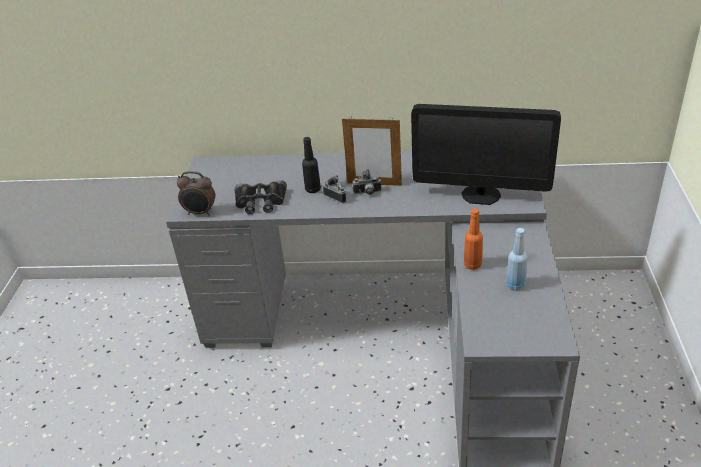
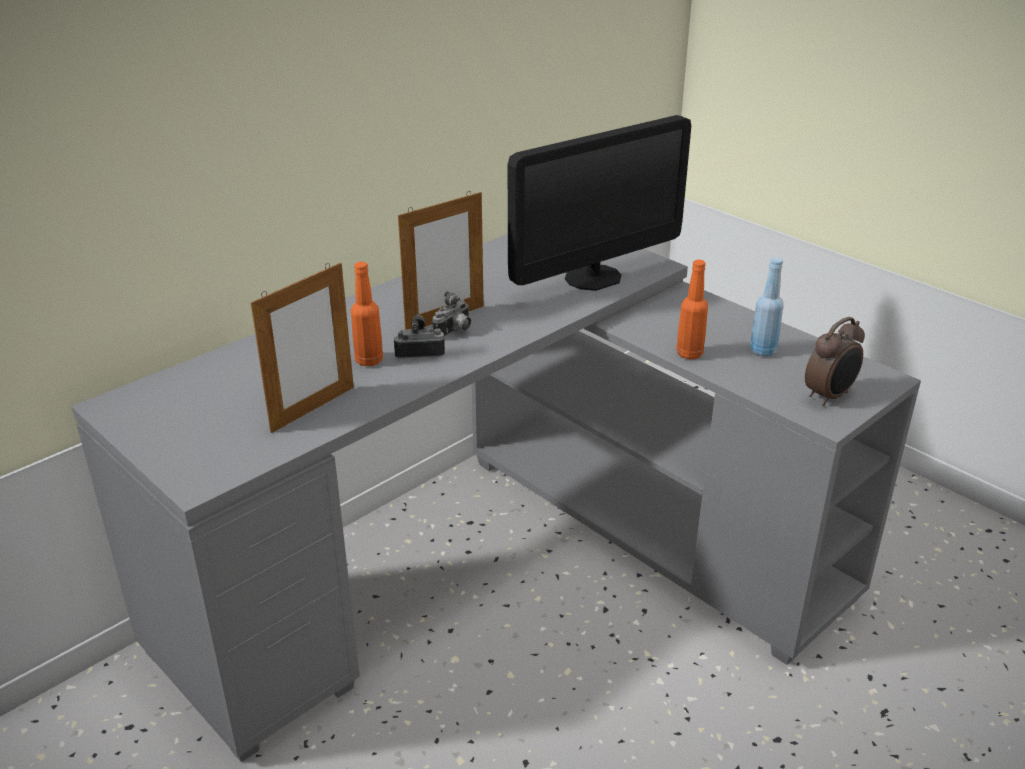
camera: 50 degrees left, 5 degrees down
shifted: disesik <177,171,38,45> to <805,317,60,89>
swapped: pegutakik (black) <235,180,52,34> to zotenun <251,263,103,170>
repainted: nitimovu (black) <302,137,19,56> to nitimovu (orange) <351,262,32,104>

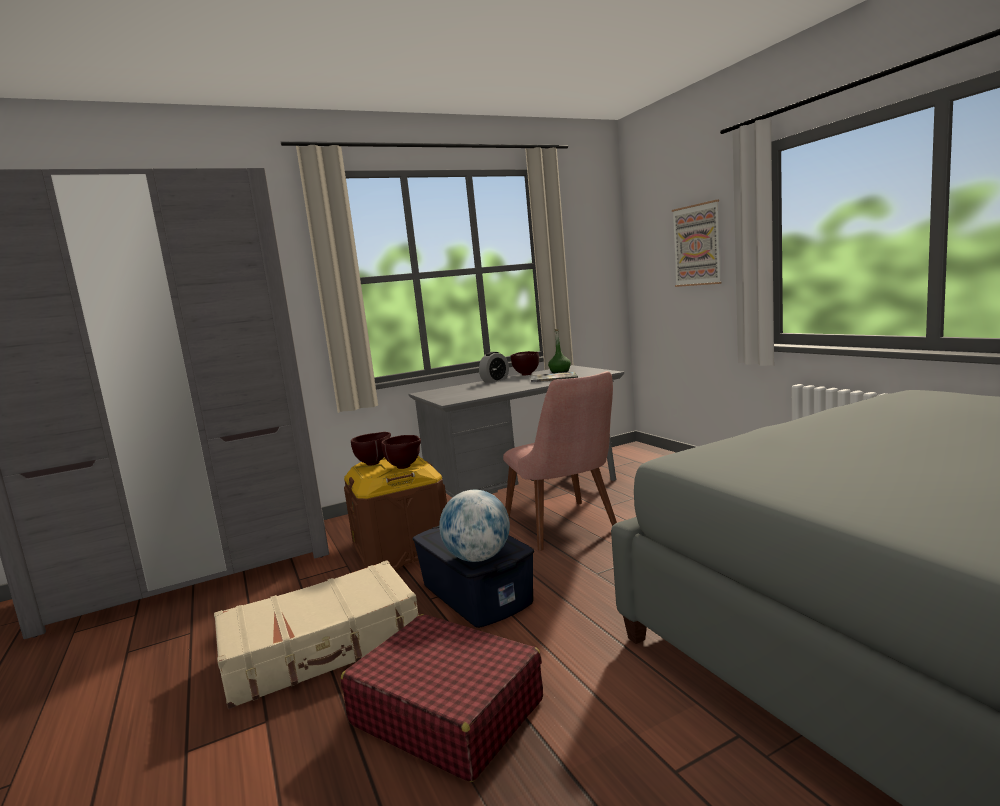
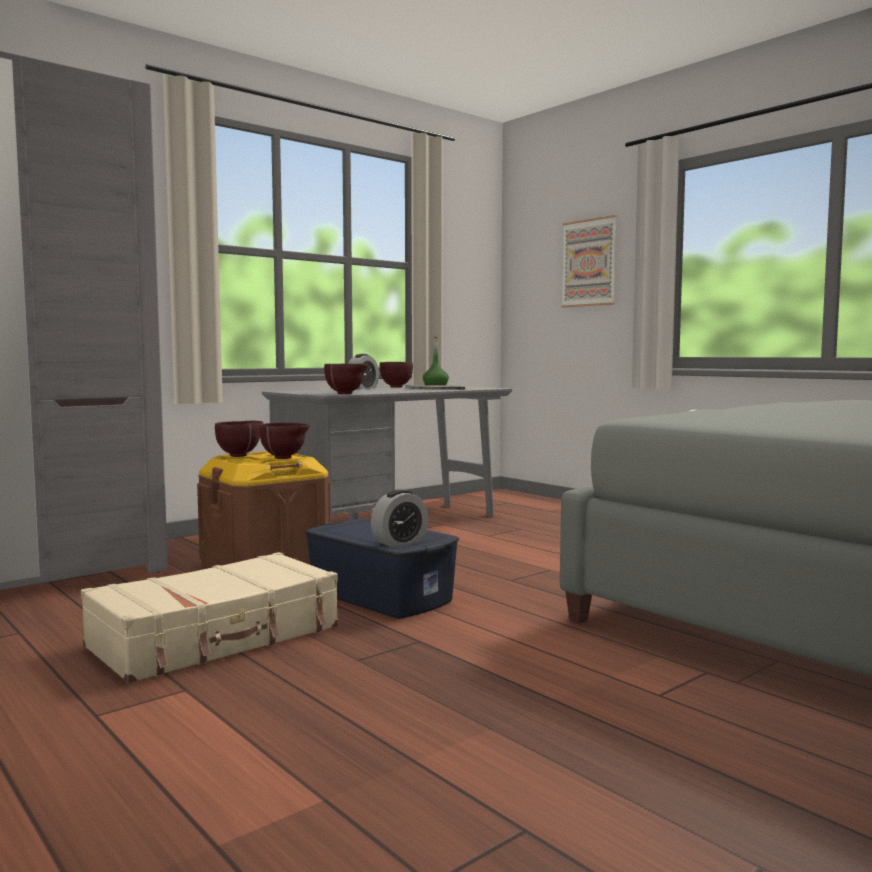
camera: 15 degrees left, 5 degrees down
gone: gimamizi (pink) <503,371,114,180>; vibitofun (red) <341,614,202,168>
new: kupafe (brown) <324,364,44,30>
swapped: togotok <439,490,71,72> to disesik <371,489,57,58>

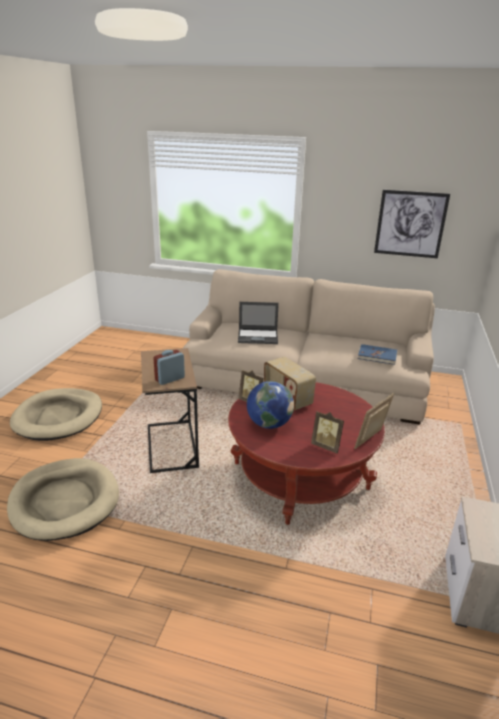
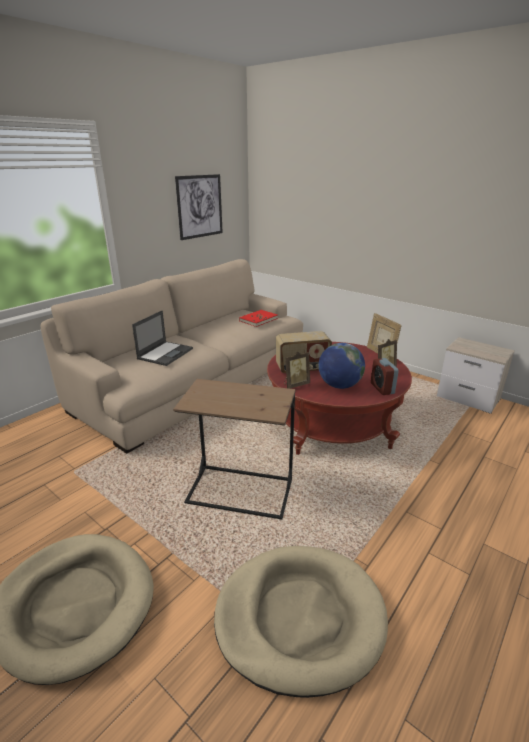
camera: 65 degrees left, 0 degrees up
shifted: disesik <153,350,32,35> to <371,358,28,37>
repainted: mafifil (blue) <358,344,39,21> to mafifil (red) <239,310,39,17>

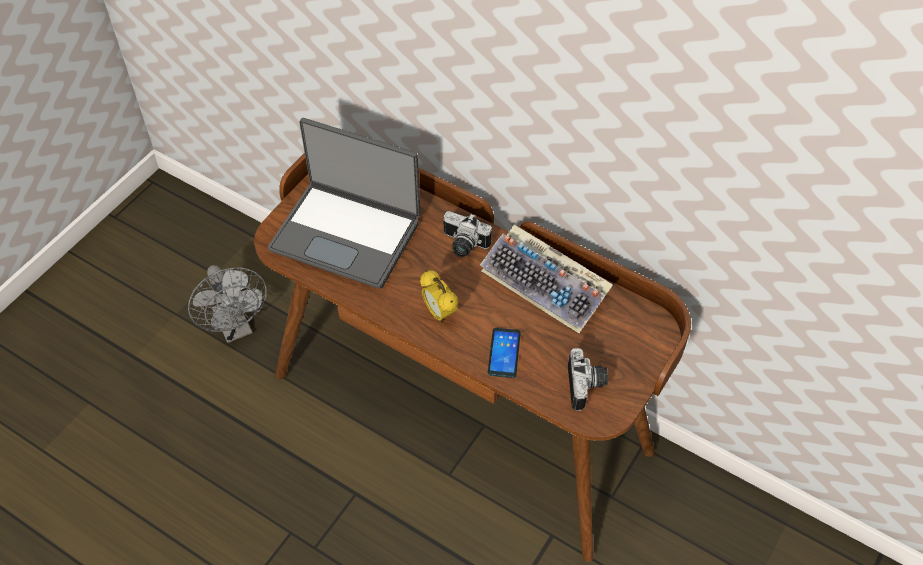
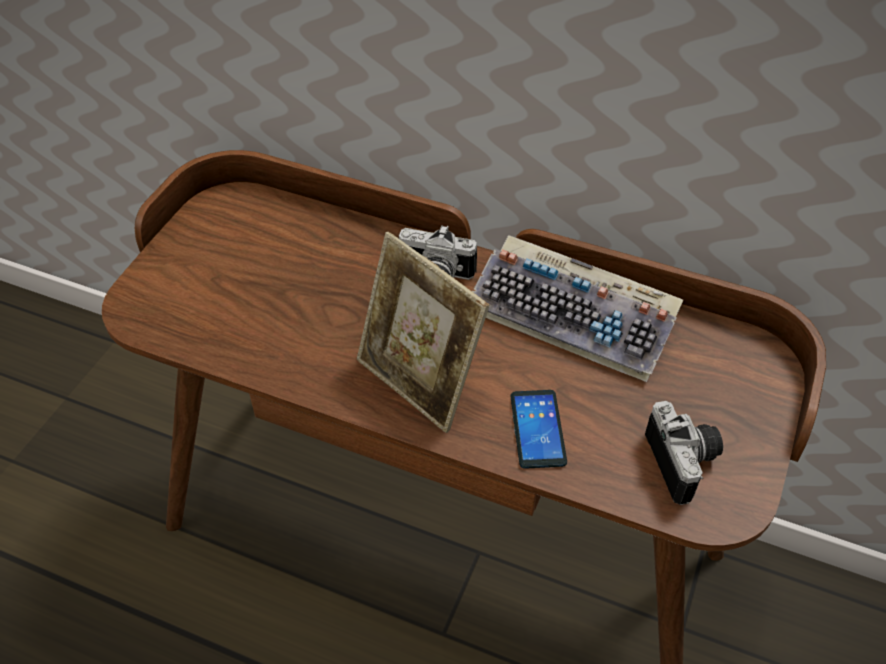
camera: 10 degrees left, 5 degrees down
gone: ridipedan <268,118,153,171>; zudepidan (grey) <188,265,79,78>
swapped: disesik <420,270,39,53> to zotenun <357,232,132,201>

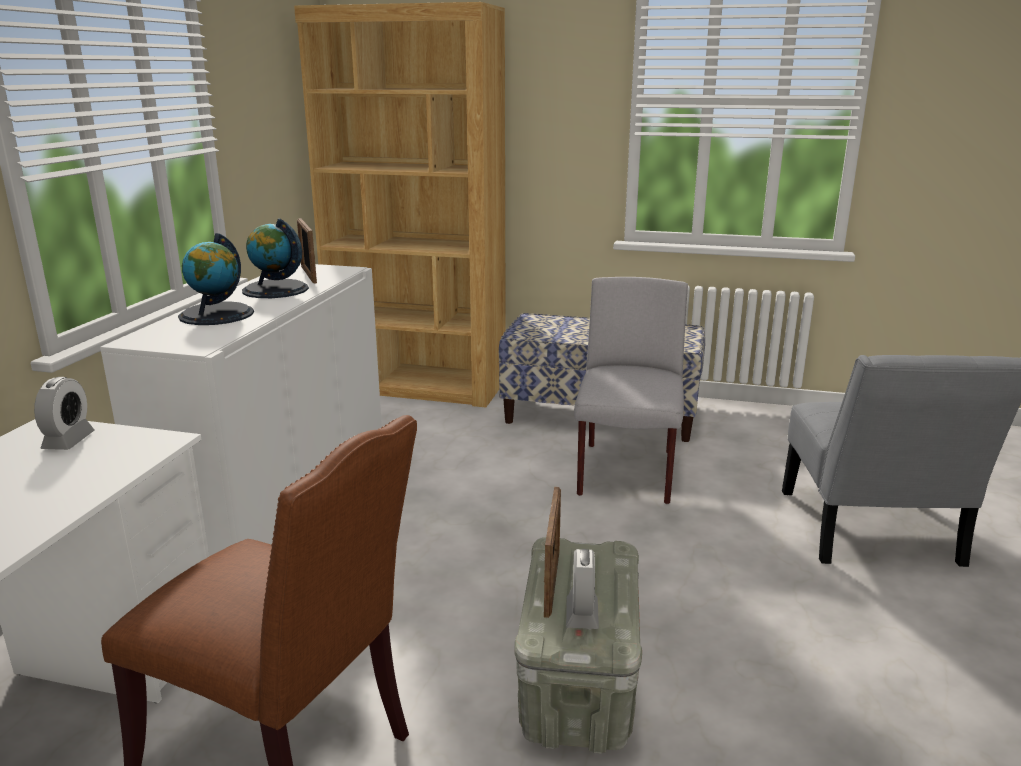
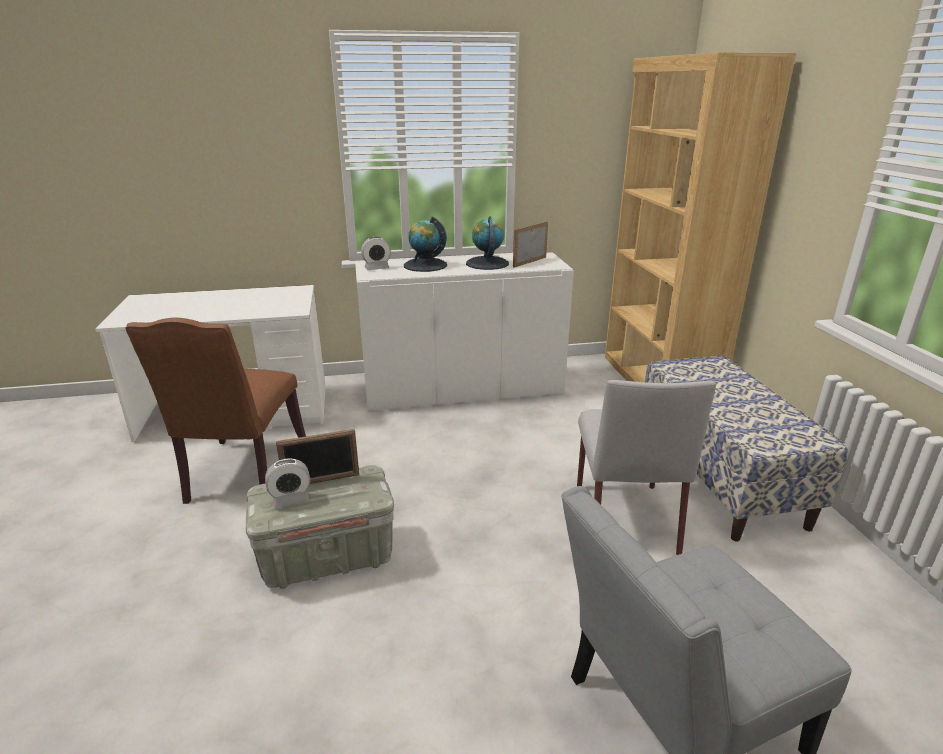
camera: 65 degrees right, 5 degrees up
shifted: disesik <34,377,60,73> to <361,237,30,33>
rotated: gimamizi (grey) <574,277,114,227> = <577,380,139,175> 105 degrees clockwise

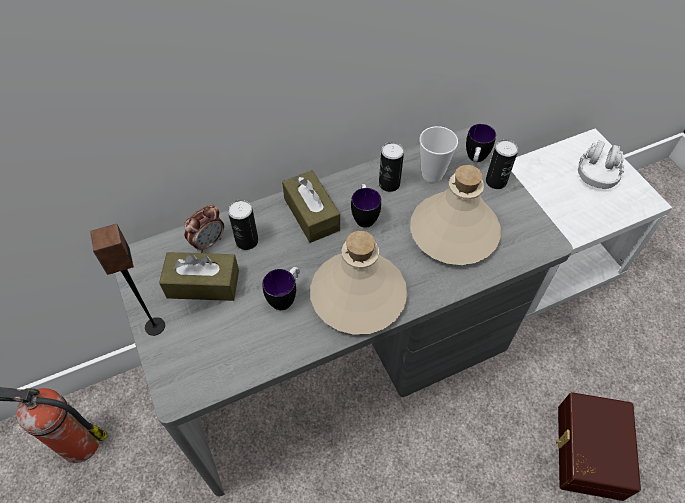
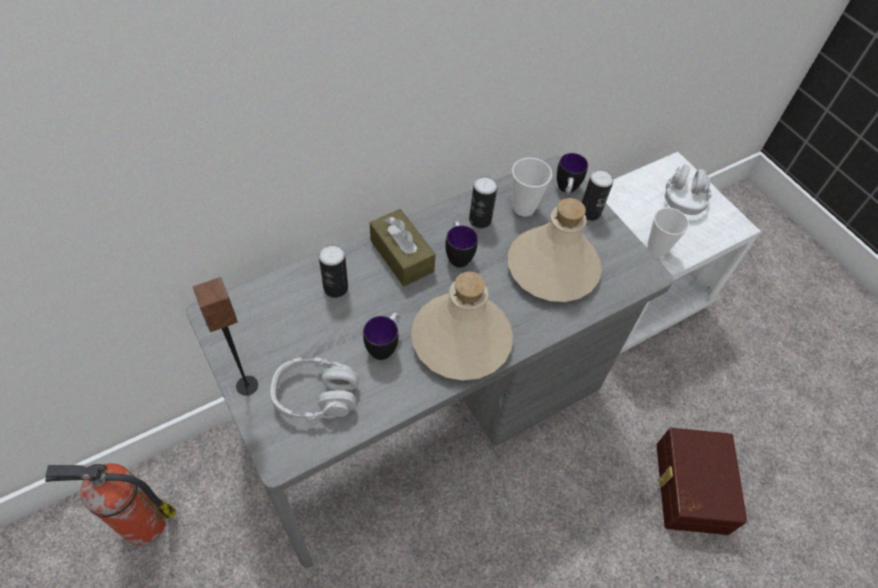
camera: 10 degrees left, 0 degrees up
gone: disesik <184,205,40,48>; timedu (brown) <159,252,80,49>
new: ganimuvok <647,208,42,50>; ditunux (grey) <270,357,89,64>

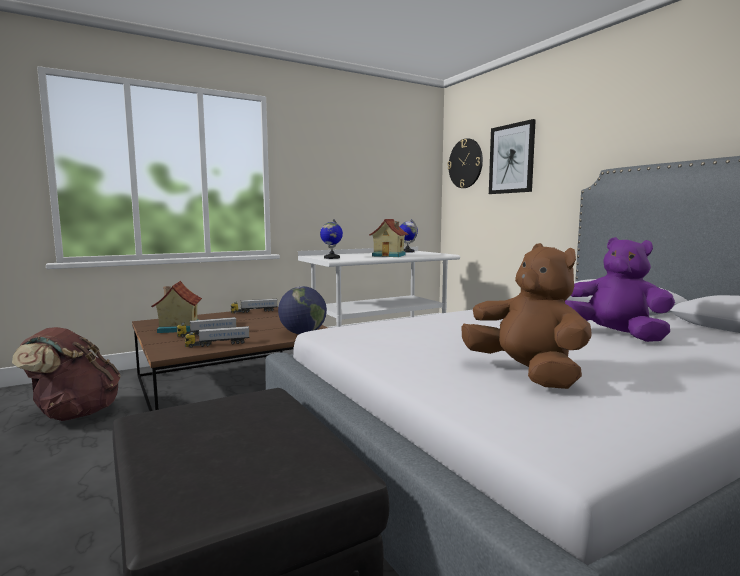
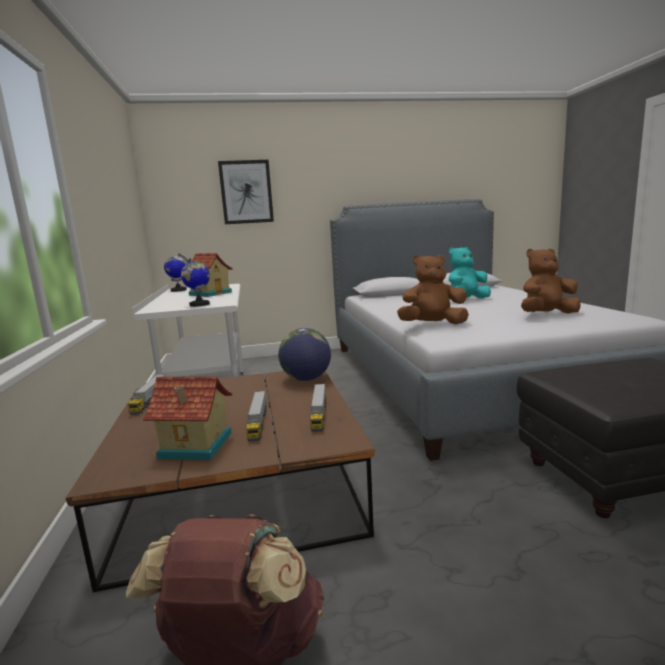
camera: 70 degrees left, 5 degrees up
gone: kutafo <447,138,36,50>
new: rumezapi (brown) <397,255,72,69>
repainted: rumezapi (purple) <565,237,110,105> to rumezapi (turquoise) <449,247,42,51>

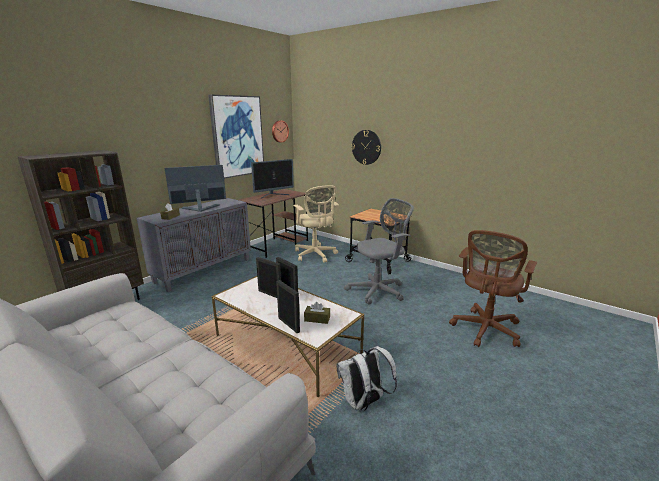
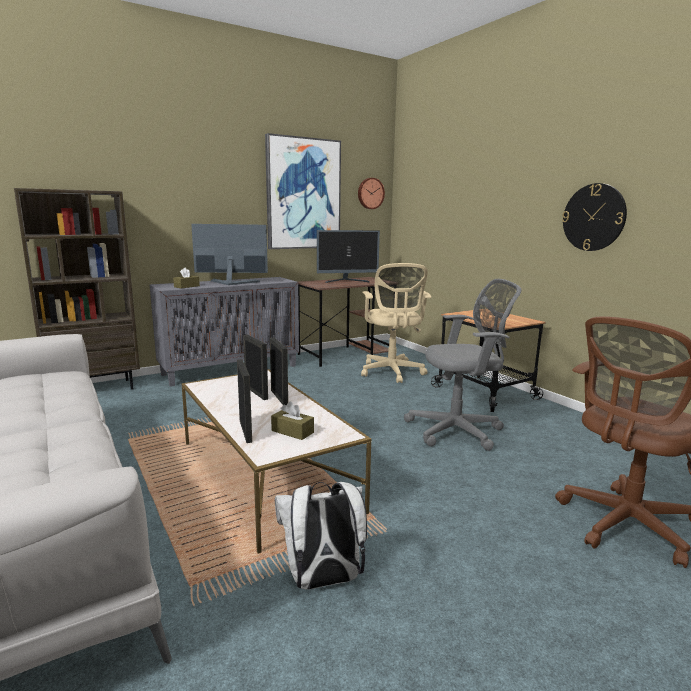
camera: 20 degrees right, 5 degrees down
shifted: kutafo <351,130,30,35> to <562,183,65,68>

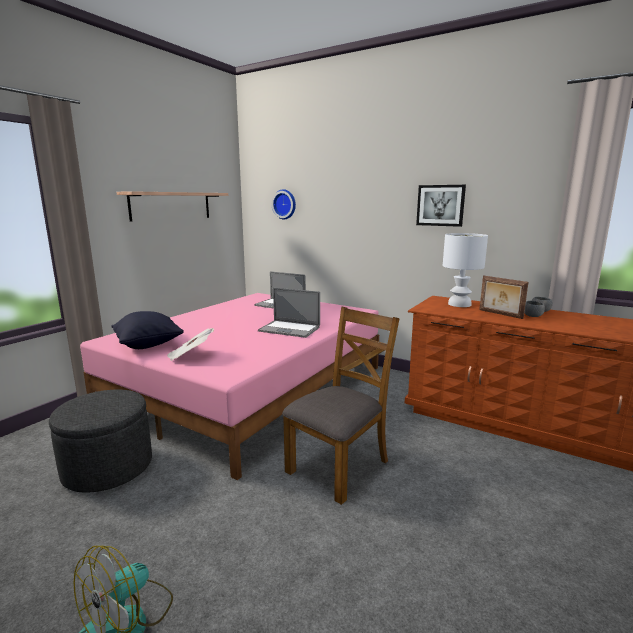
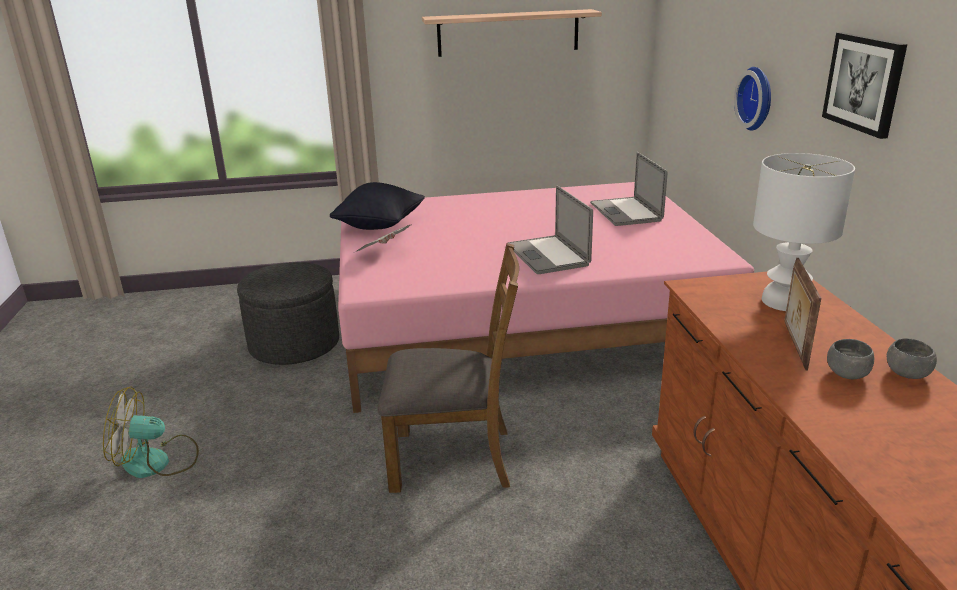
camera: 50 degrees right, 10 degrees up
shifted: kutafo <272,189,24,31> to <734,67,37,64>

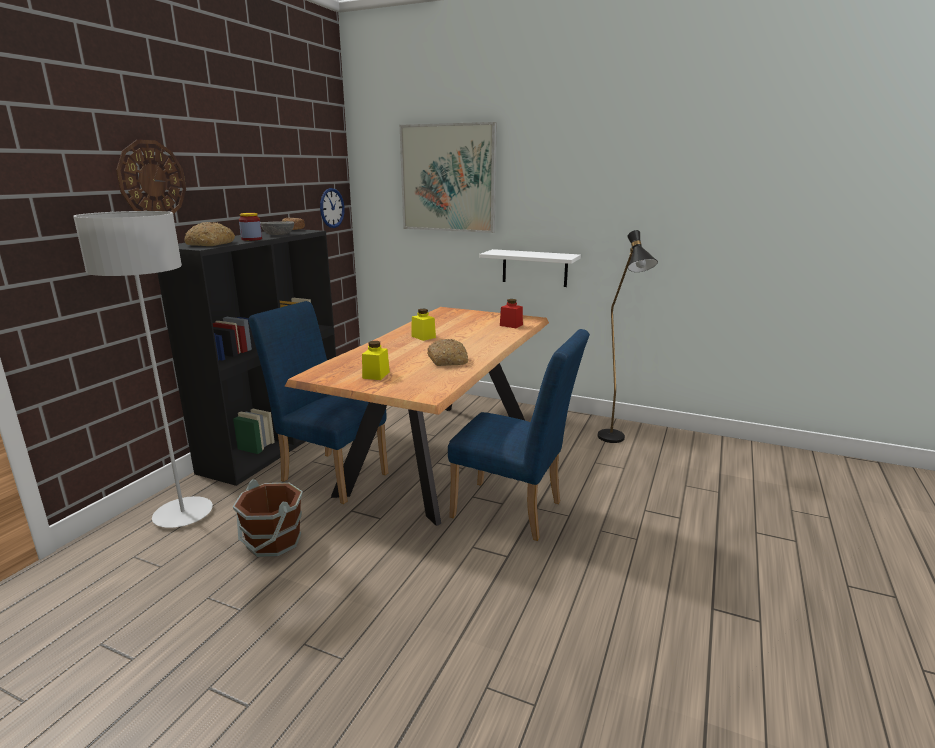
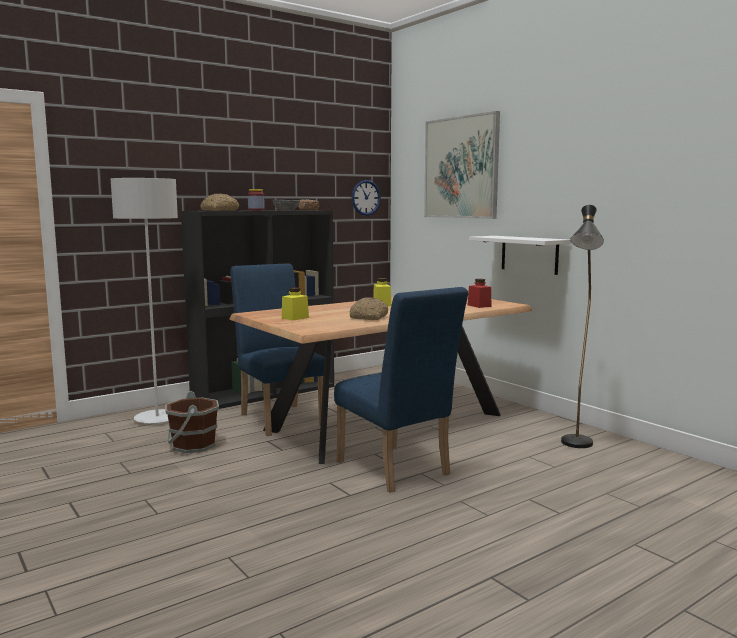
camera: 30 degrees right, 10 degrees down
gone: kutafo <116,140,70,74>

